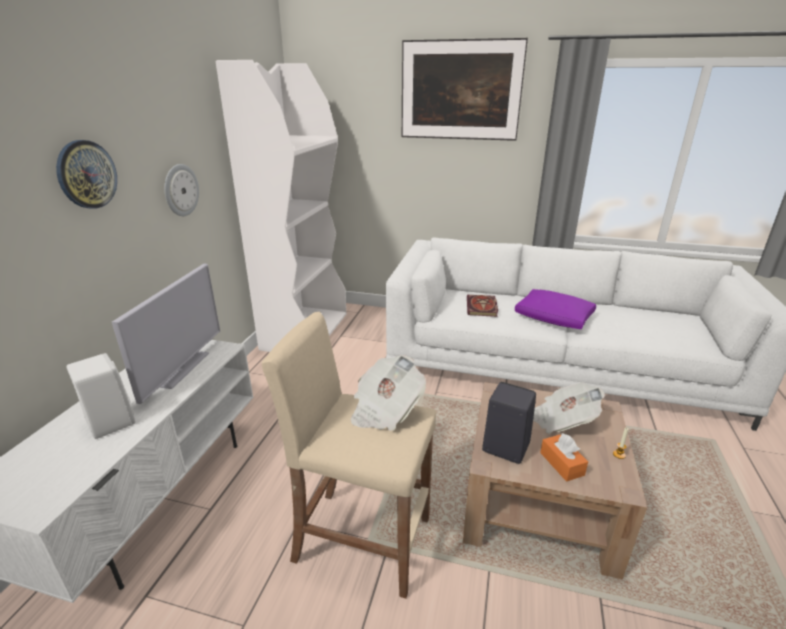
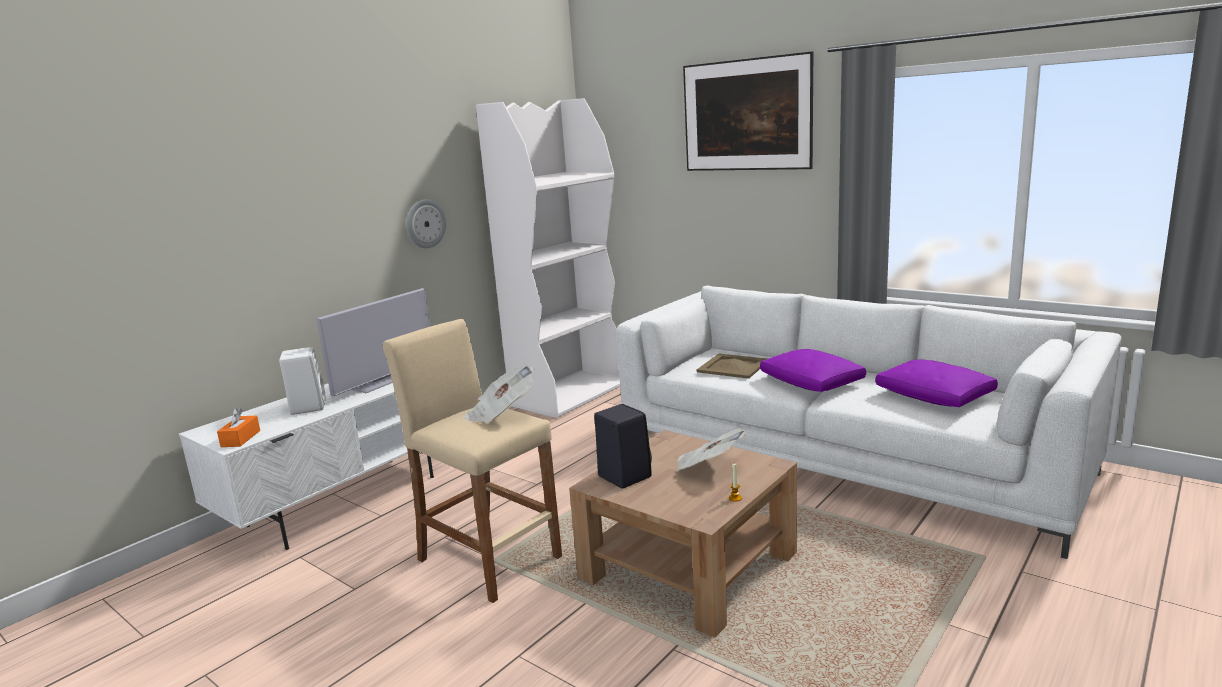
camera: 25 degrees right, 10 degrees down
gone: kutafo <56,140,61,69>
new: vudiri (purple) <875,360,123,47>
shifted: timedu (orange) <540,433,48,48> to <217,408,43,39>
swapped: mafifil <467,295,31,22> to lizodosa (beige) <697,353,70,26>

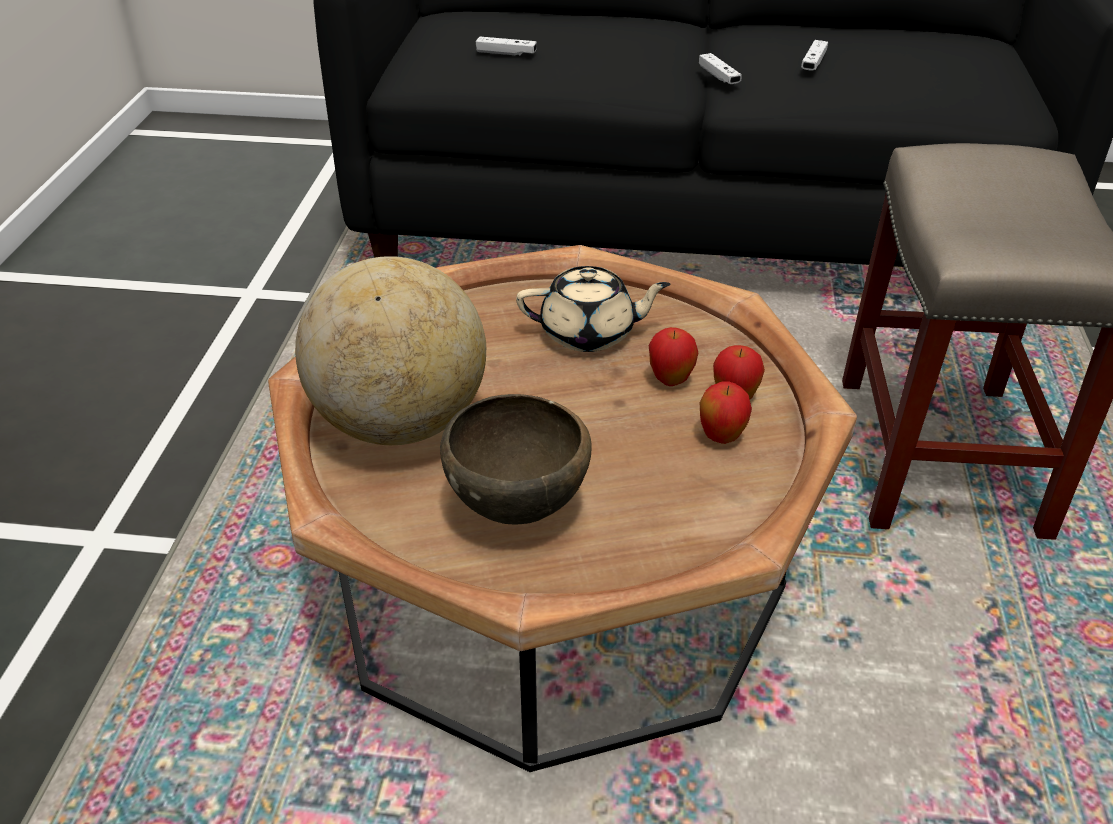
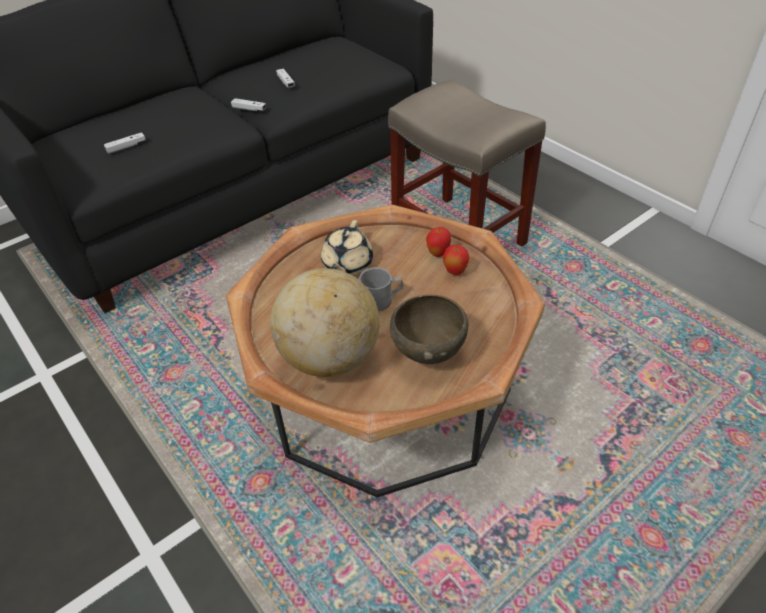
camera: 45 degrees left, 5 degrees up
gone: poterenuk <649,327,49,59>
new: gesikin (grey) <359,267,44,45>
rotated: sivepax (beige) <516,266,154,86> = <321,220,52,55> 150 degrees clockwise

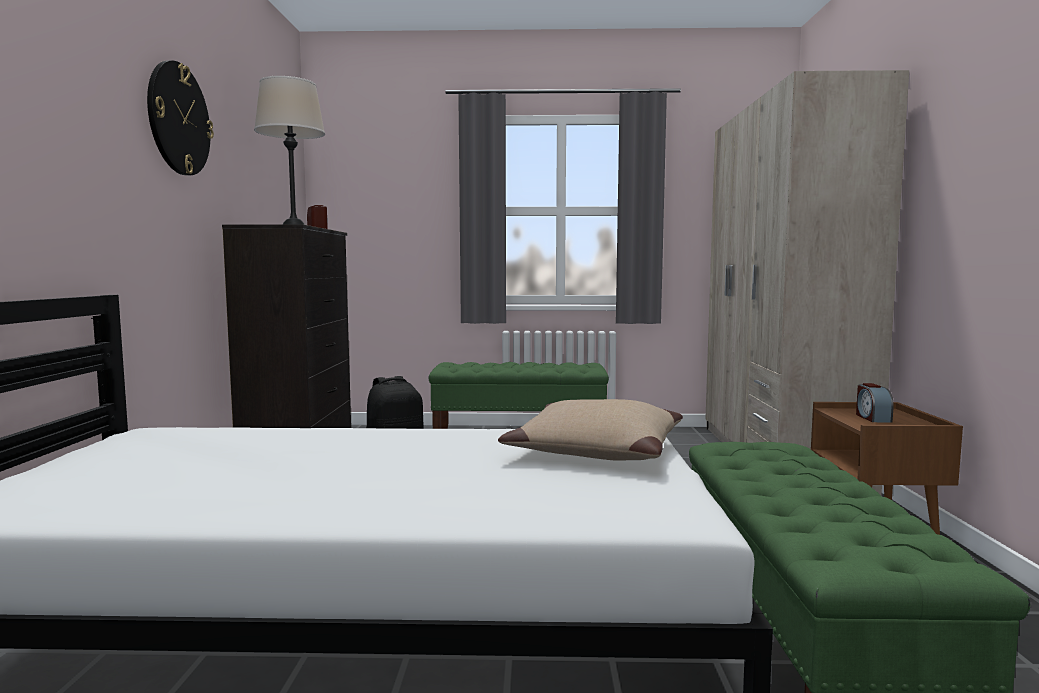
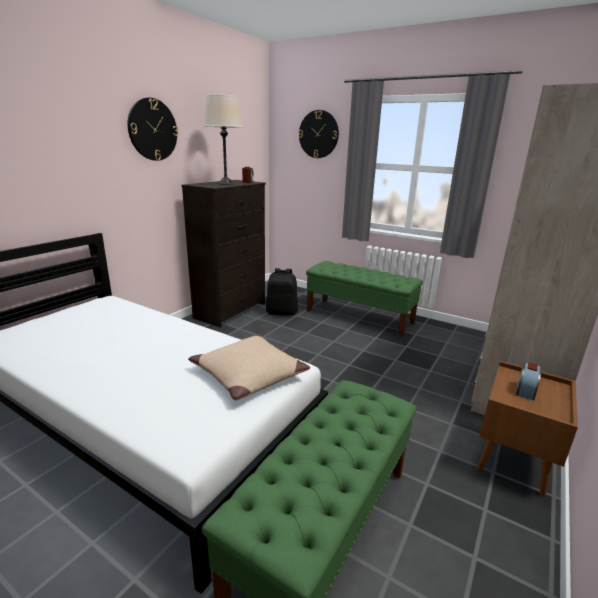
camera: 30 degrees right, 15 degrees up
new: kutafo <298,110,41,48>

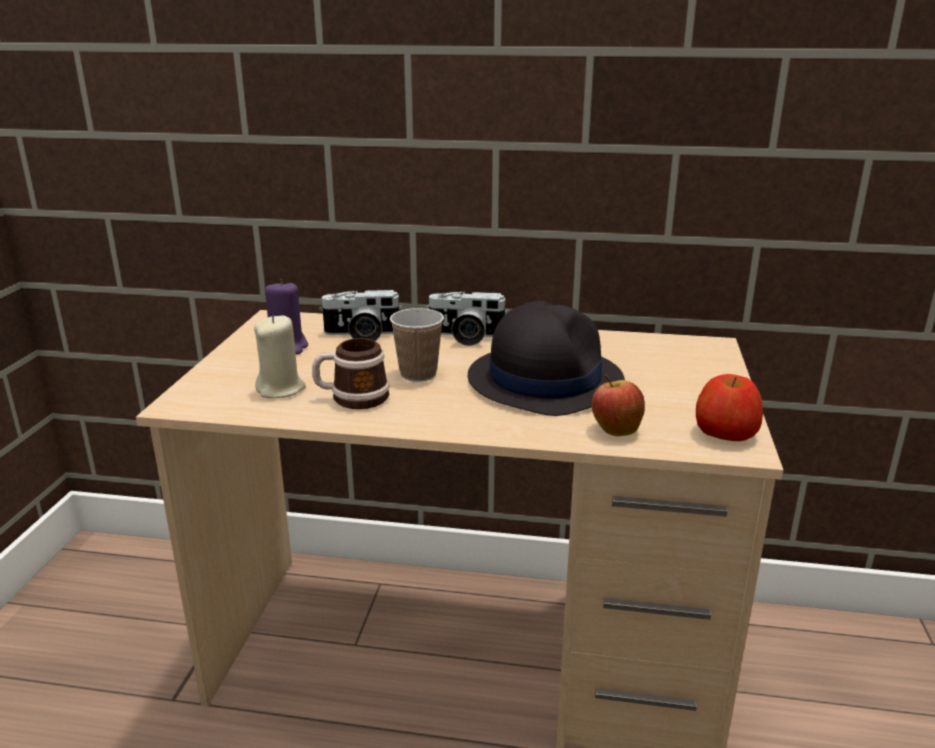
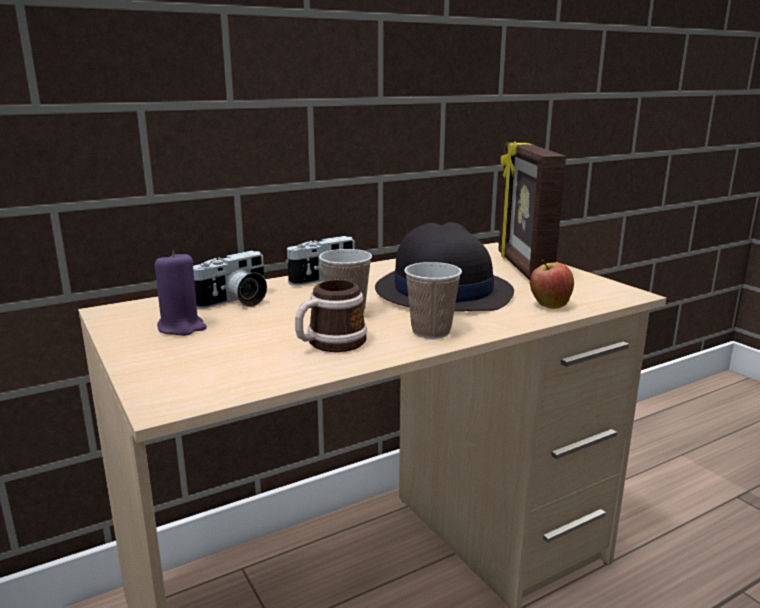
camera: 40 degrees left, 5 degrees down
gone: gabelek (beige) <254,315,52,83>; poterenuk <696,374,67,67>
new: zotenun <498,141,68,139>; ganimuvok <404,262,58,77>

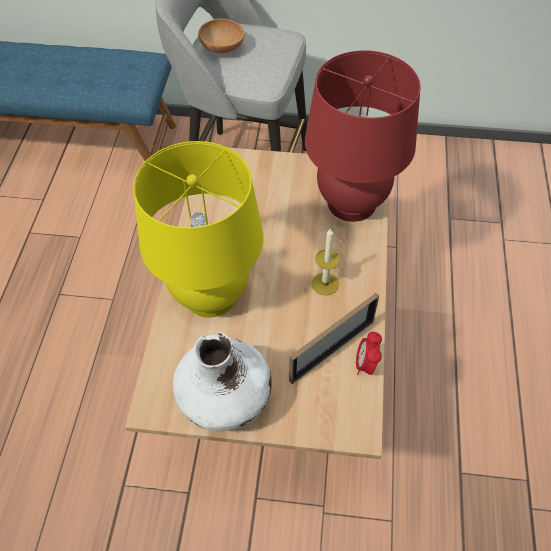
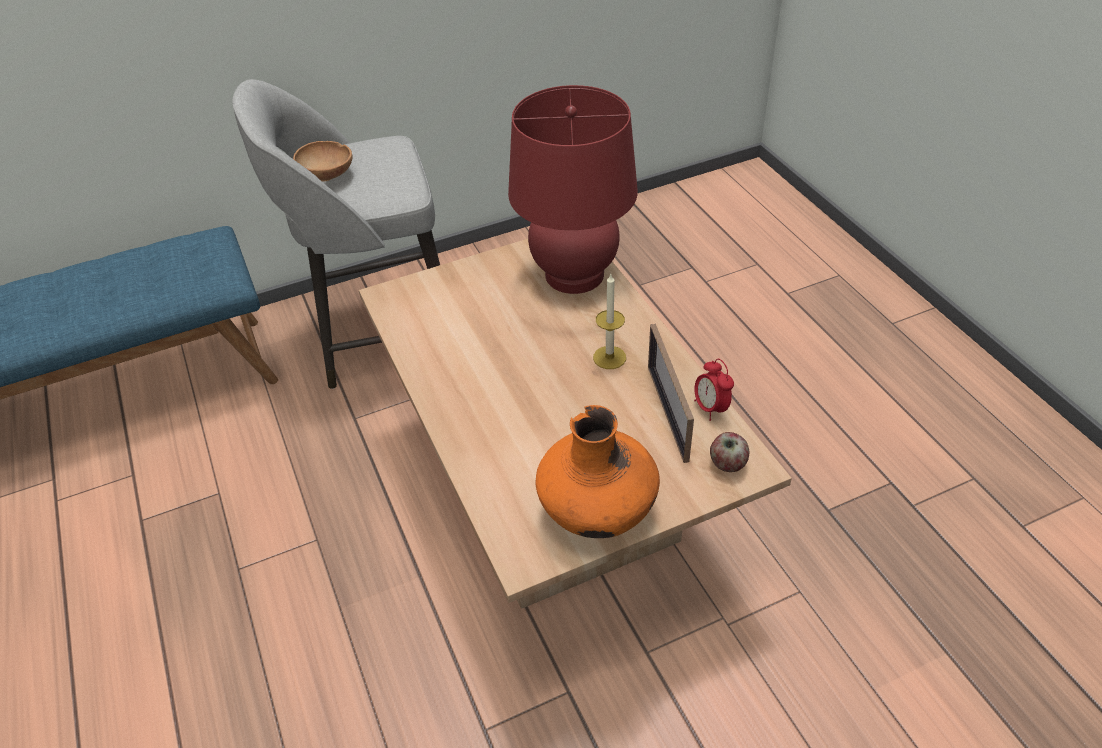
camera: 30 degrees left, 10 degrees down
gone: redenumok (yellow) <133,141,131,176>
new: poterenuk <710,432,39,40>
repainted: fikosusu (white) <173,332,98,99> to fikosusu (orange) <536,405,124,133>
rotated: zotenun <289,293,90,91> = <648,324,46,139> 150 degrees clockwise

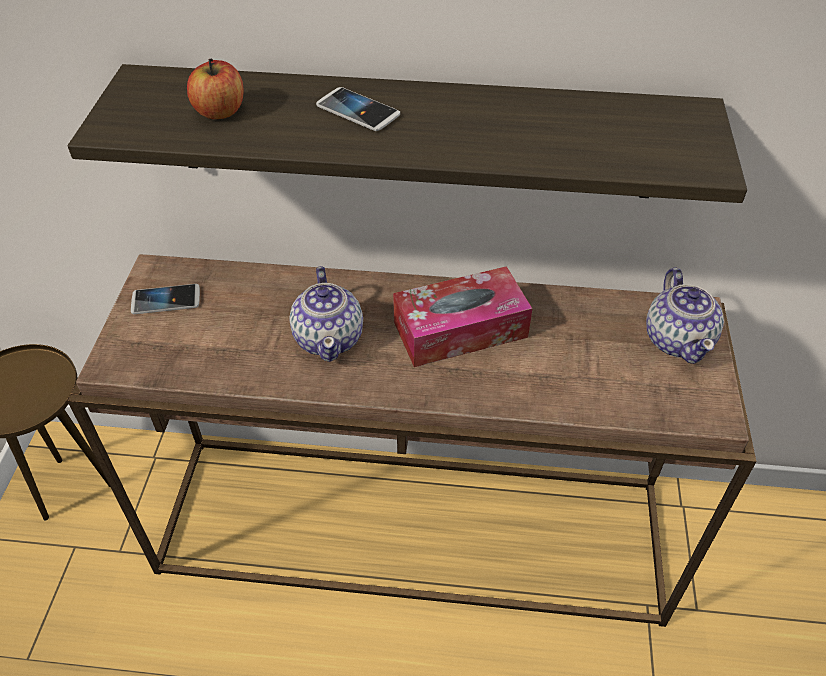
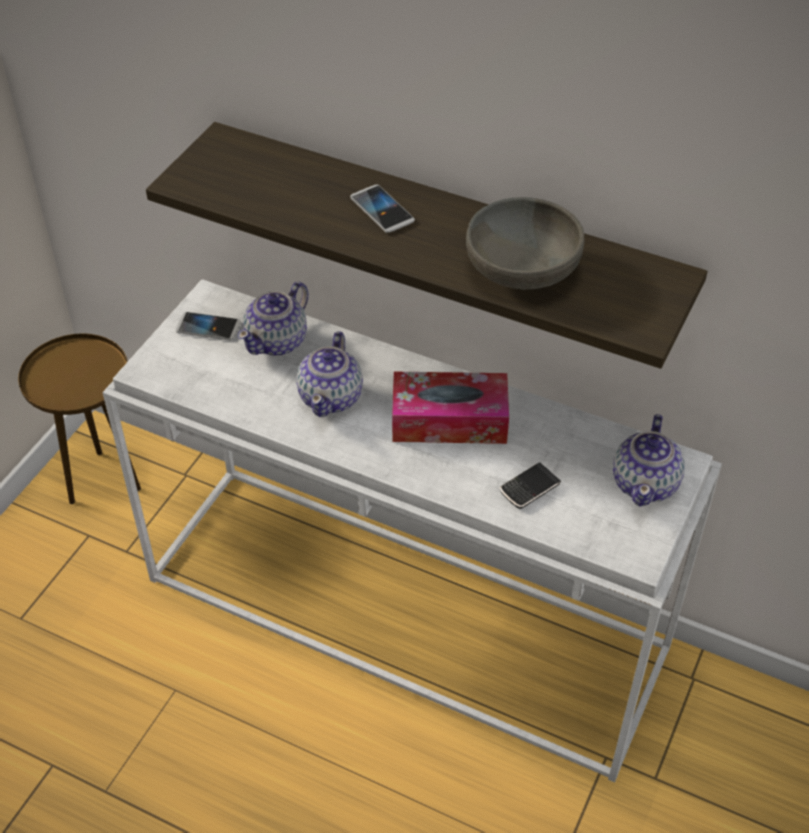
camera: 20 degrees right, 0 degrees up
gone: poterenuk <187,59,57,60>
new: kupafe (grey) <466,197,118,93>; sivepax <238,282,71,74>; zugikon <500,462,61,47>
repainted: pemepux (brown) <67,254,689,373> to pemepux (white) <102,279,620,504>

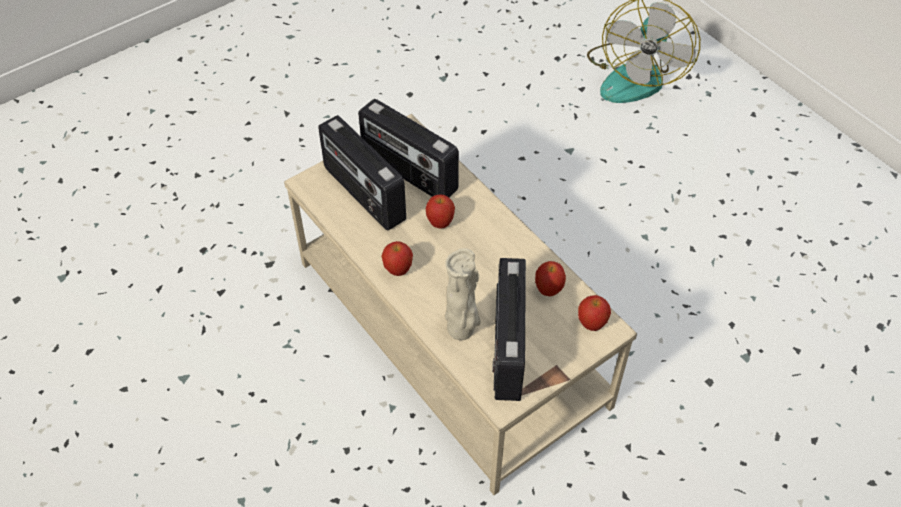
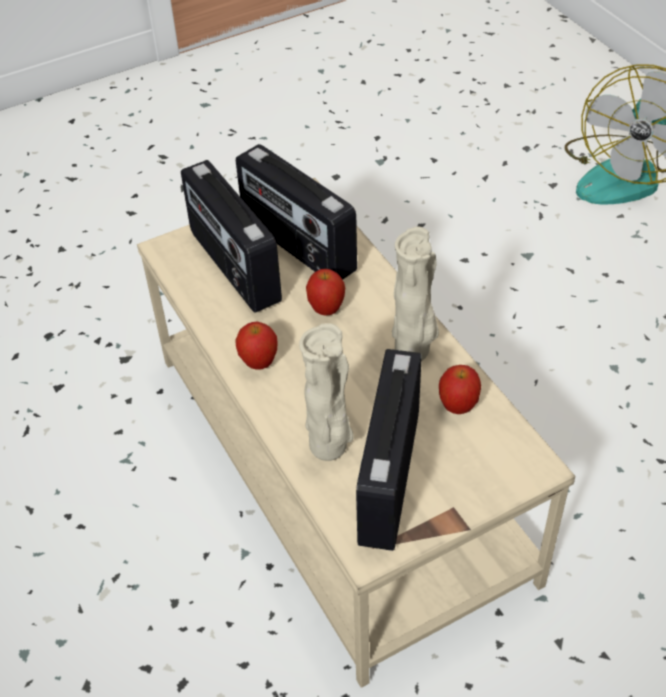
camera: 10 degrees right, 5 degrees down
gone: poterenuk <578,295,33,36>
new: fikosusu (beige) <392,226,47,135>

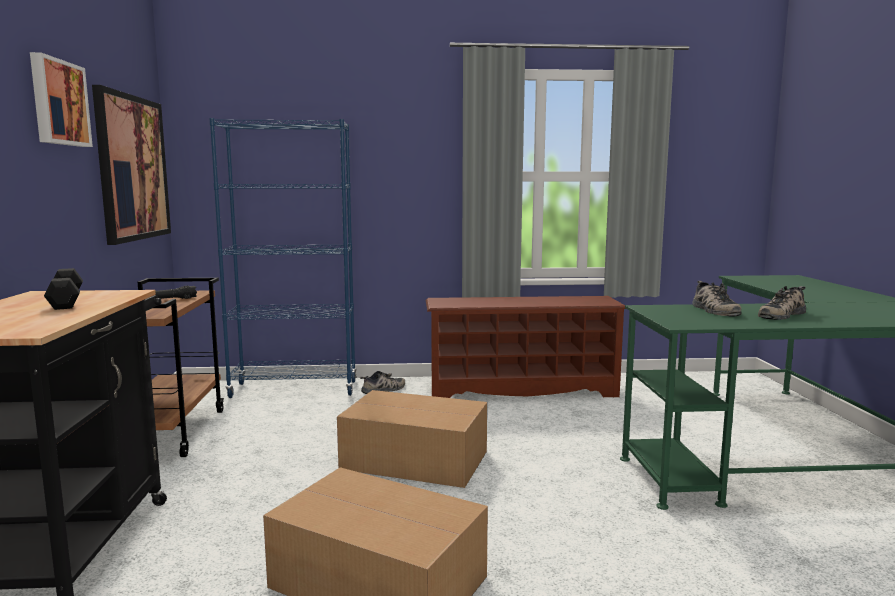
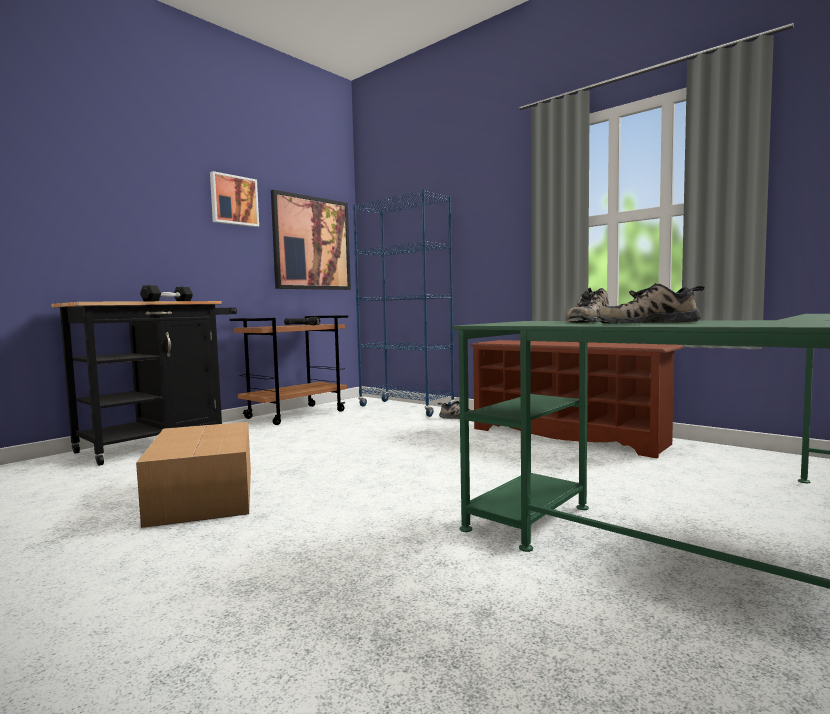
camera: 45 degrees right, 5 degrees down
gone: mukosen <337,390,150,98>

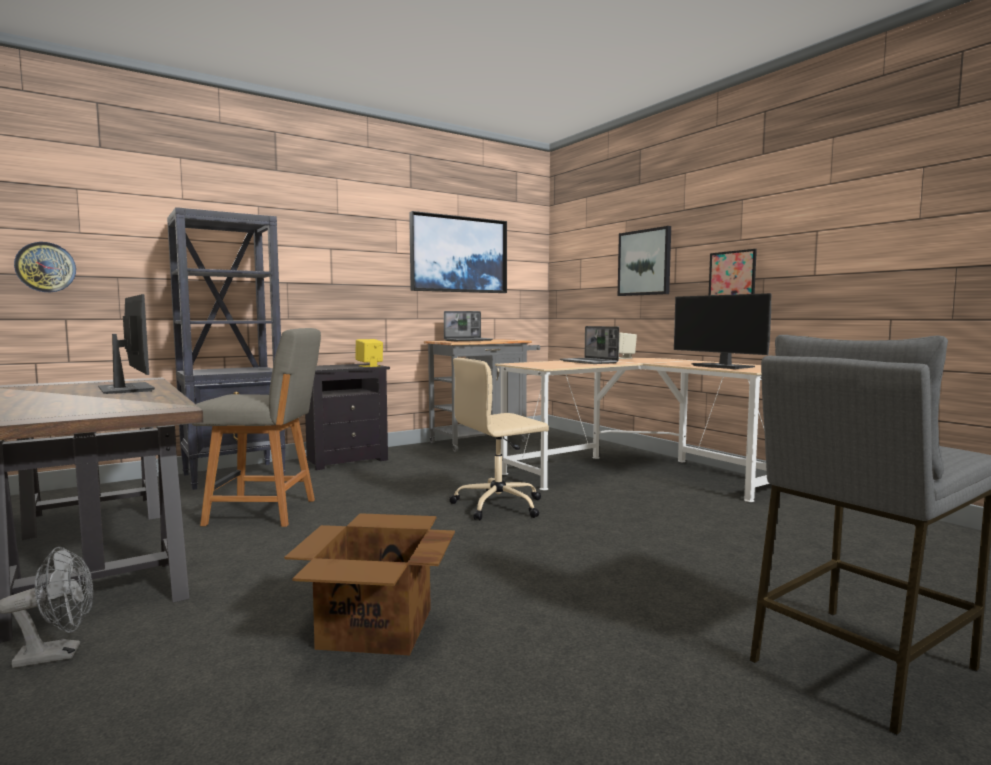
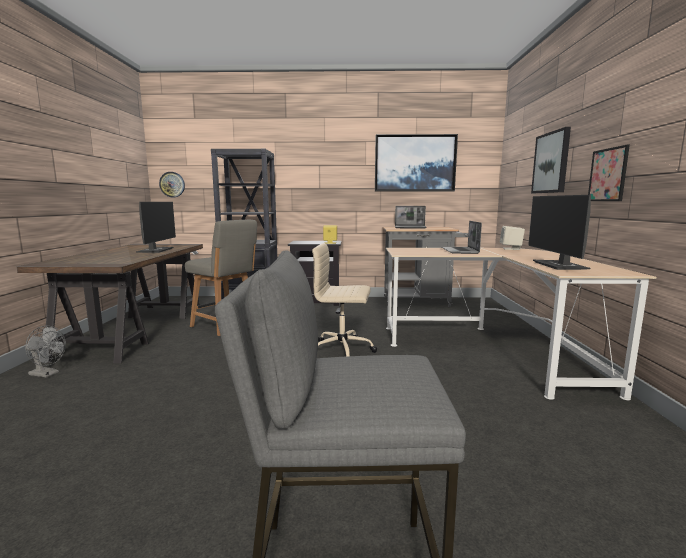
camera: 35 degrees right, 5 degrees up
gone: mukosen <284,513,171,142>

